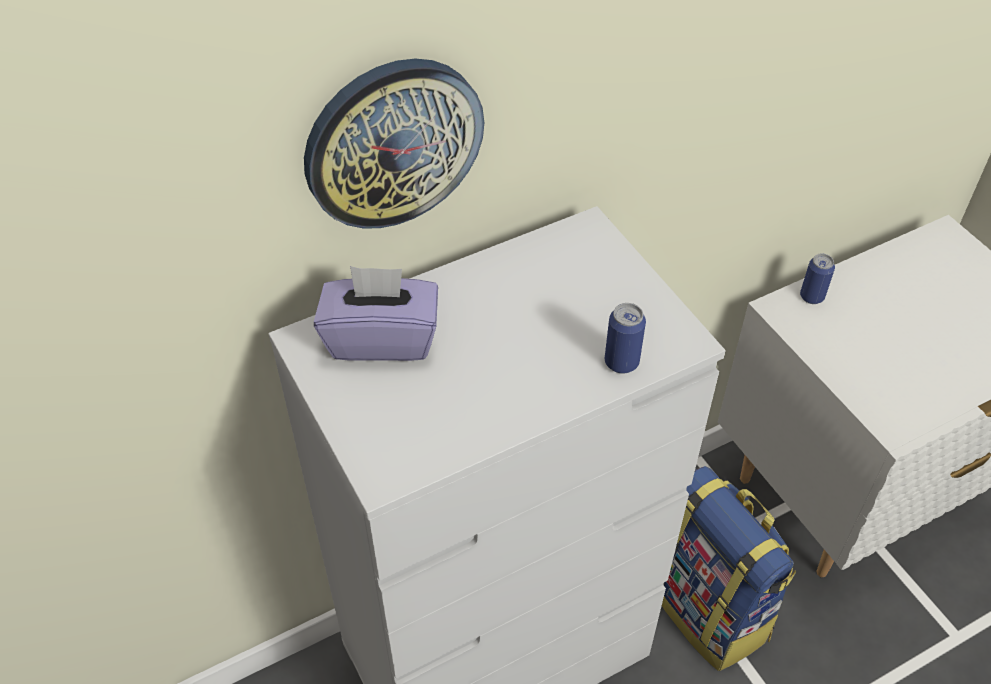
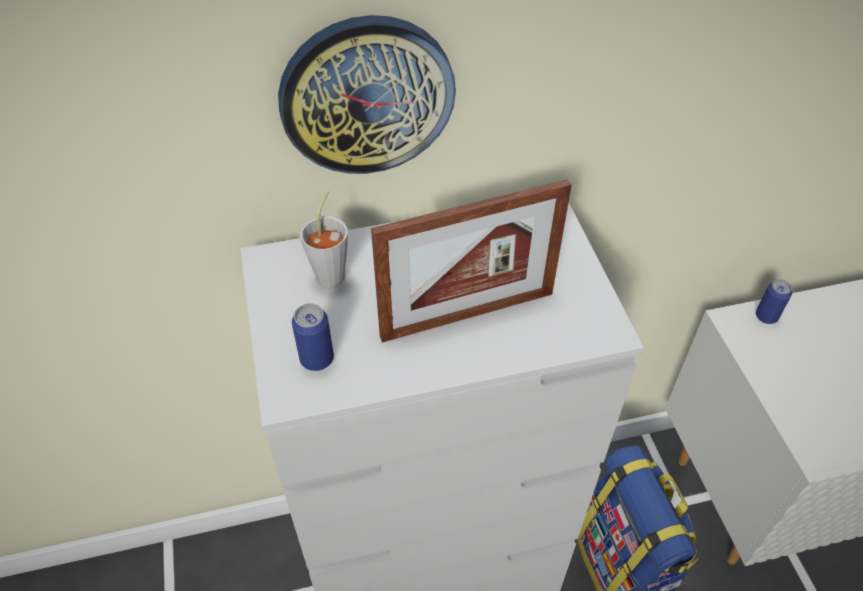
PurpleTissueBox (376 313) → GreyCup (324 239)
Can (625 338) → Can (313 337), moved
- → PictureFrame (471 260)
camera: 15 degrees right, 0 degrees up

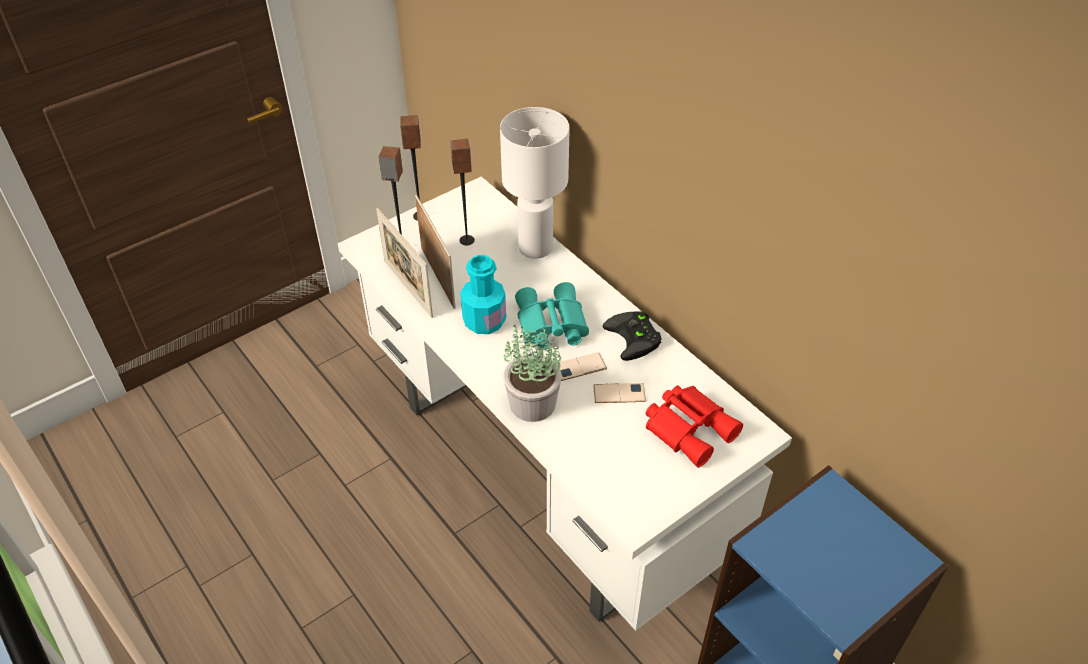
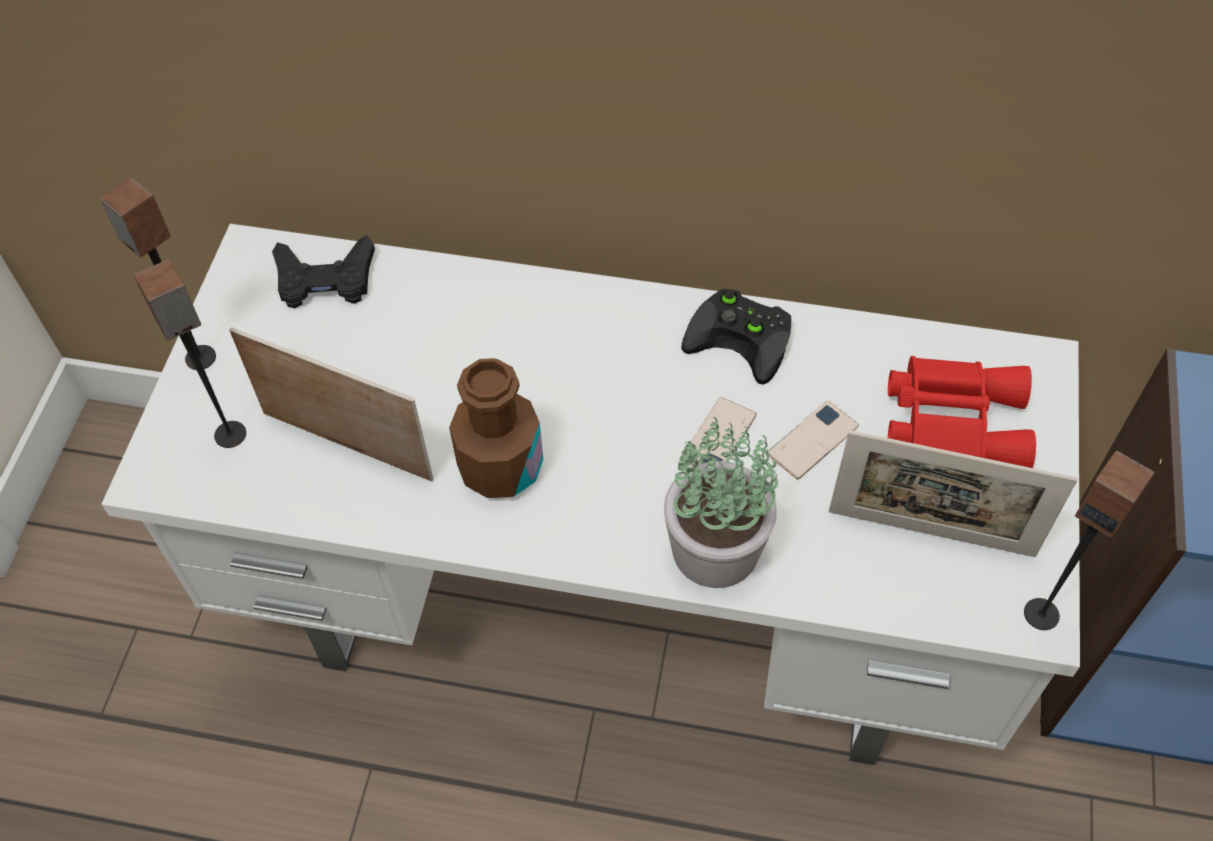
WhiteTableLamp (535 183) → -
Speaker (462 192) → Speaker (1089 540), moved
PictureFrame (404 263) → PictureFrame (953 493), moved
TurquoiseBottle (483 294) → BrownBottle (496 428)
TurquoiseBinoculars (552 315) → -
- → BlackGameController (323 271)
camera: 40 degrees left, 10 degrees up

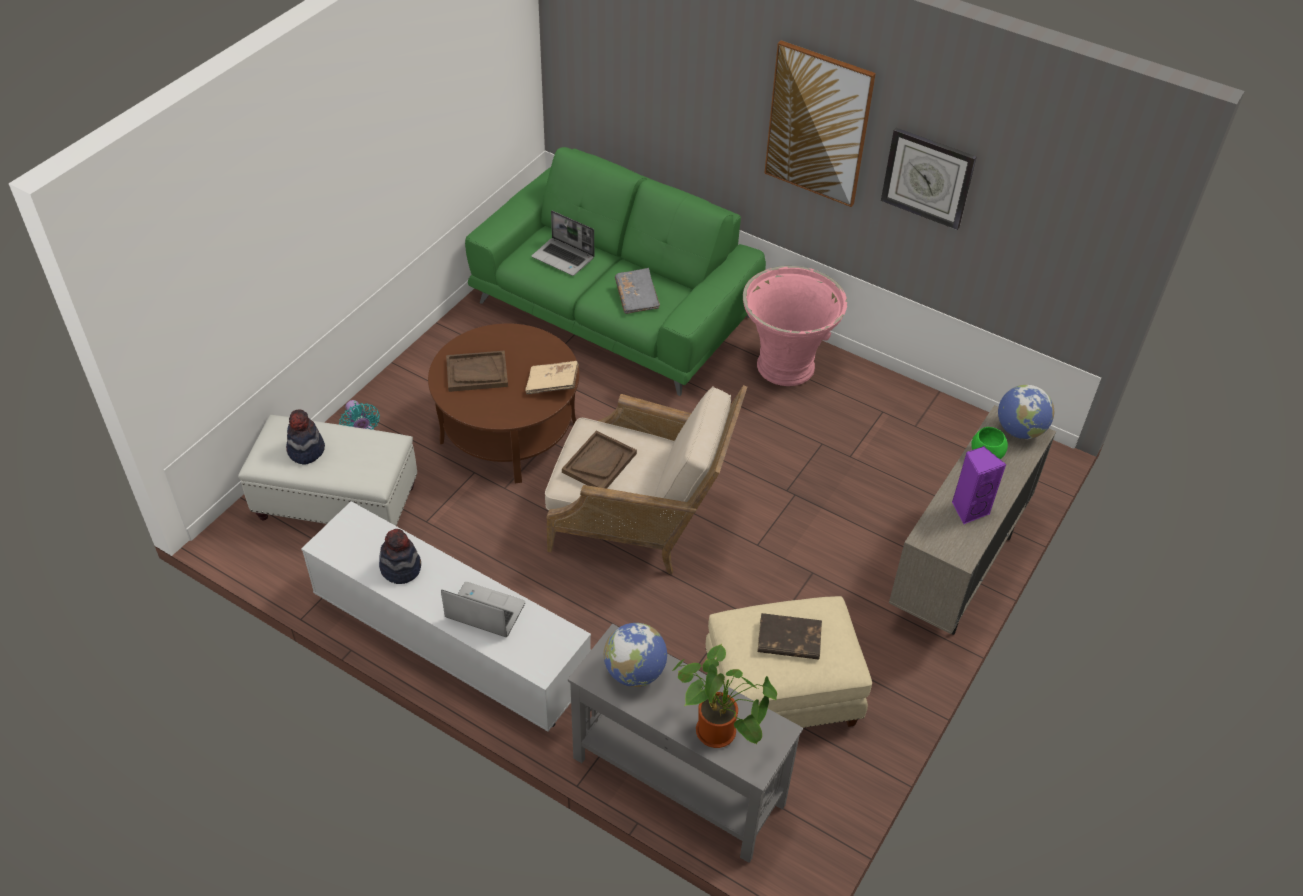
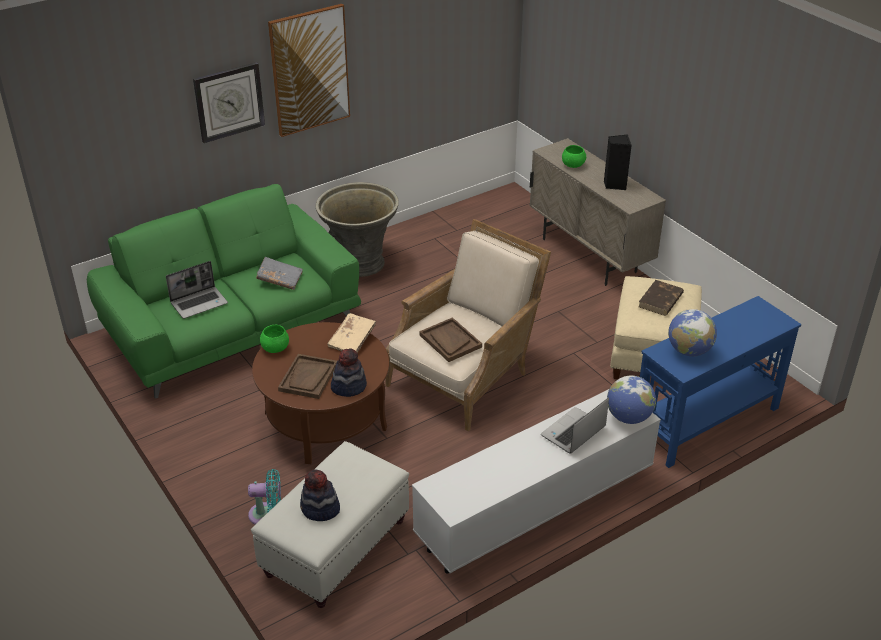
WallClock (928 179) → WallClock (229 102), moved
PinkPlanter (795 326) → GreyPlanter (357 229)
Globe (1026 412) → Globe (631 399), moved
PurpleSpeaker (979 485) → BlackSpeaker (618 162)
Hat (400 556) → Hat (349 372), moved
GreyConsoleTable (685 743) → BlueConsoleTable (720 382)
PottedPlant (724 696) → -
- → GreenBowl (274 339)
camera: 65 degrees left, 10 degrees down

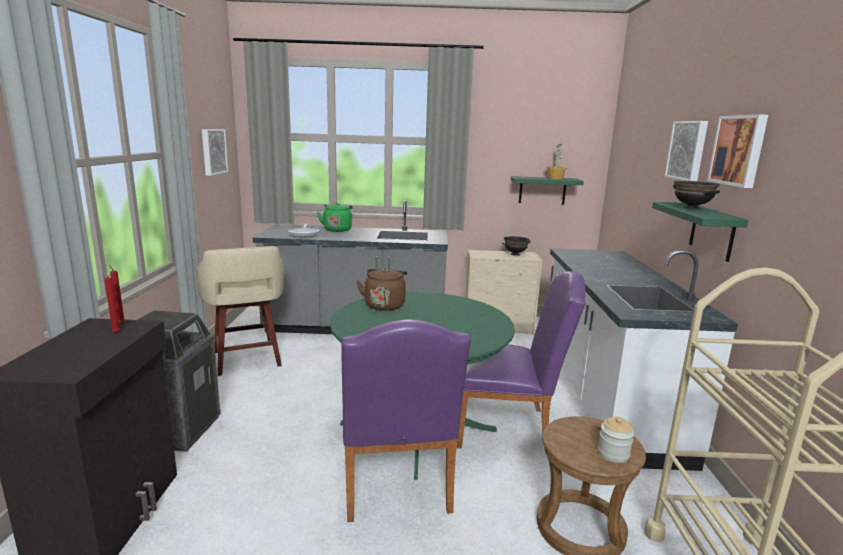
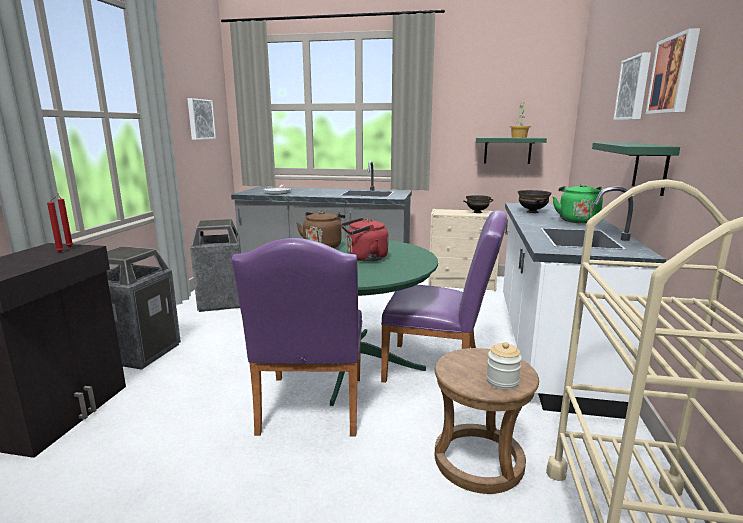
BlackBowl (696 195) → BlackBowl (535 201), moved
GreenKettle (335 217) → GreenKettle (578 204), moved
BeigeStool (240 311) → TrashCan (215 265)
- → RedKettle (364 240)
camera: 10 degrees right, 0 degrees up

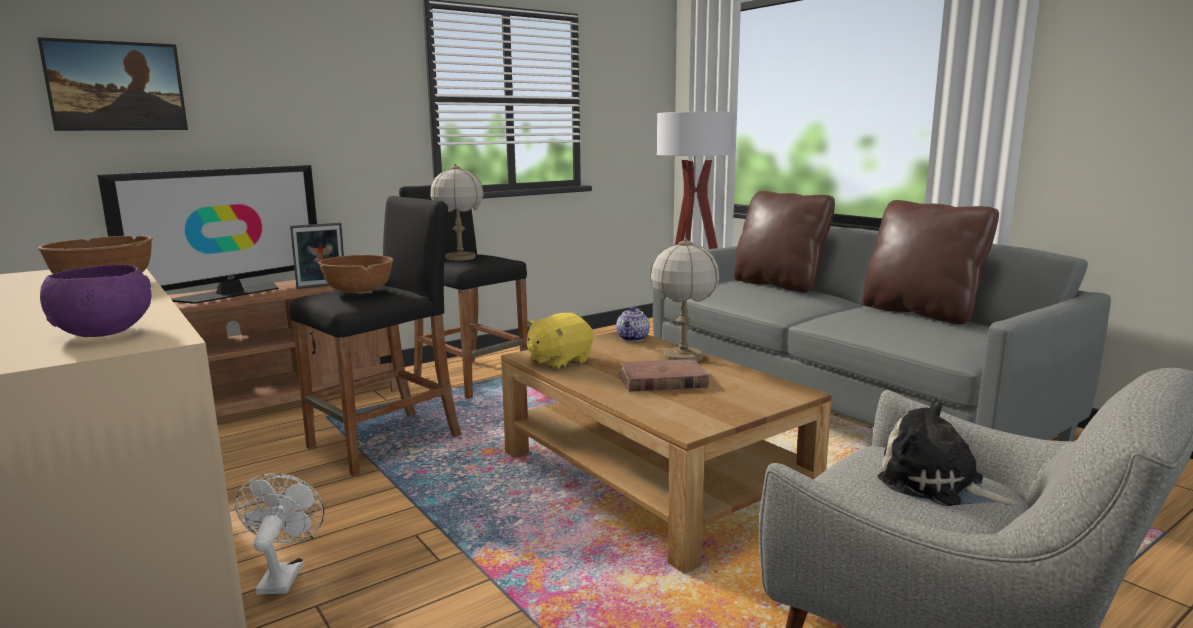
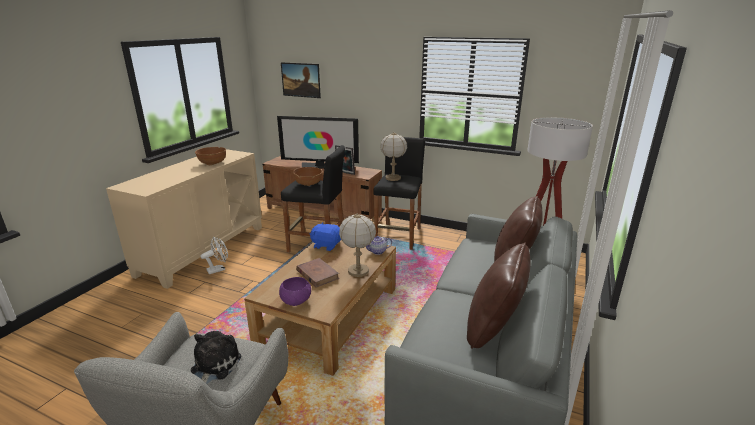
PurpleBowl (95 301) → PurpleBowl (295 291), moved
YellowPlushToy (560 341) → BluePlushToy (325 236)
camera: 60 degrees right, 10 degrees up

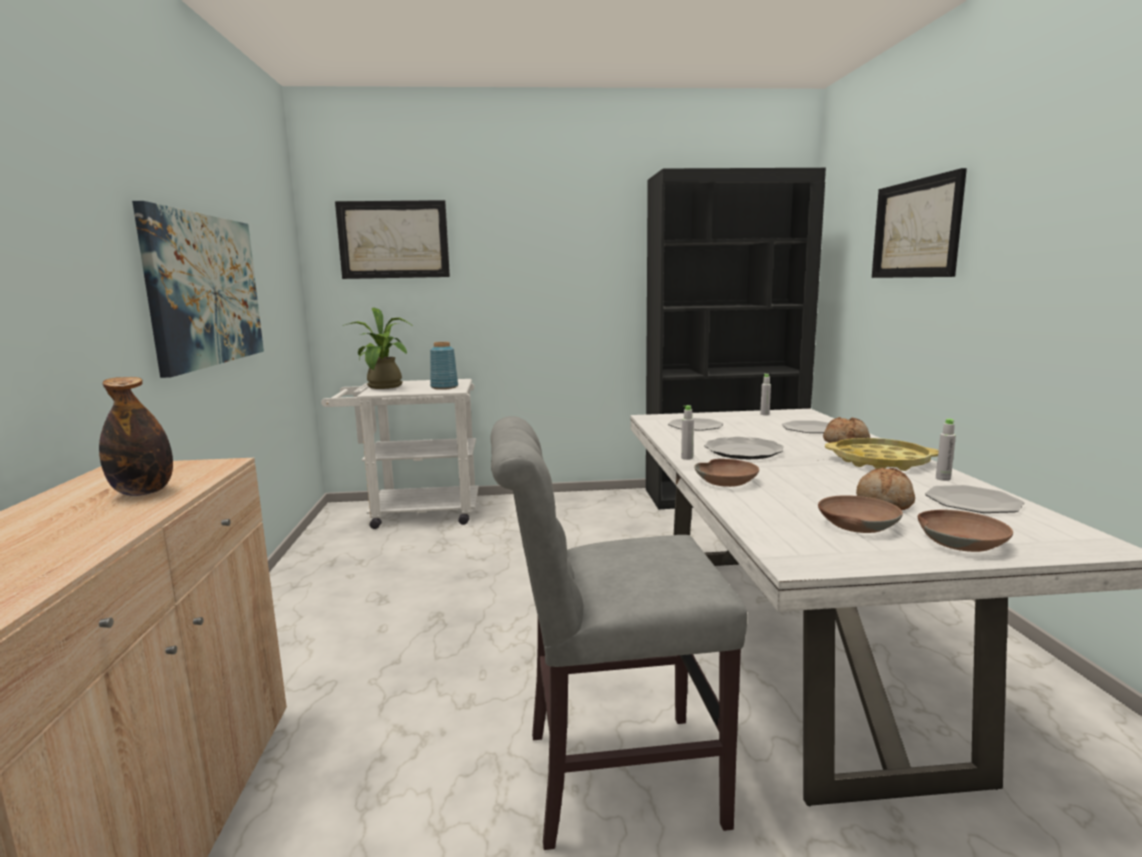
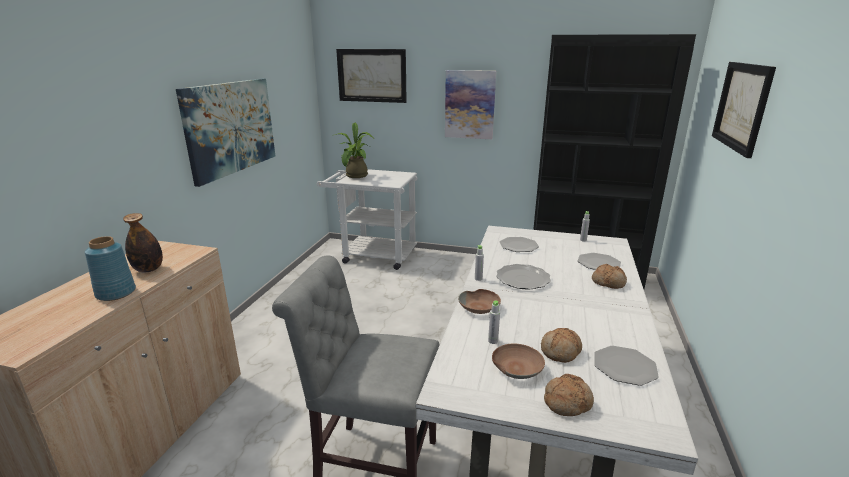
BlueVase (444 365) → BlueVase (110 268), moved
GreyBottle (946 450) → GreyBottle (494 322), moved
YellowTray (882 454) → -
BrownBowl (965 531) → Bread (569 395)
- → Picture (470 104)
camera: 20 degrees right, 10 degrees up

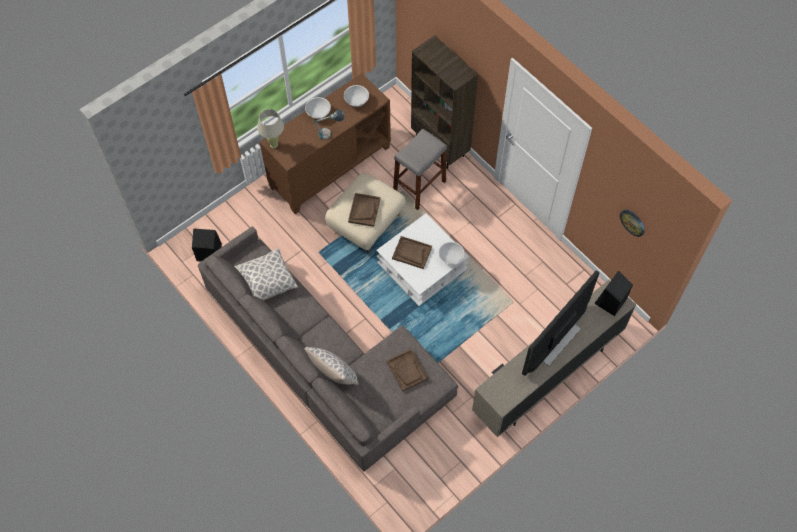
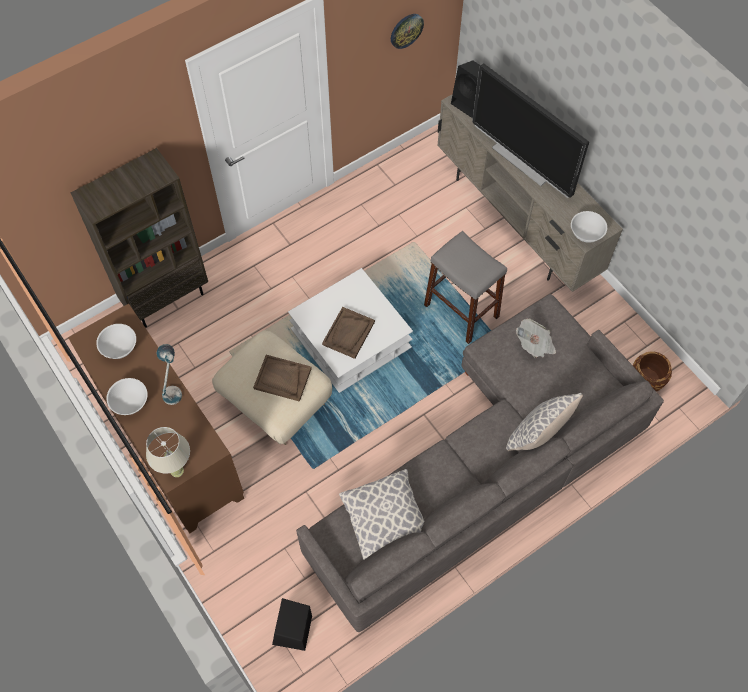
GreyStool (420 169) → GreyStool (465 287), moved
WhiteBowl (451 253) → WhiteBowl (589 227), moved
BrownTray (407 370) → Newspaper (536 338)
- → BrownPlanter (652 372)
camera: 85 degrees left, 0 degrees up

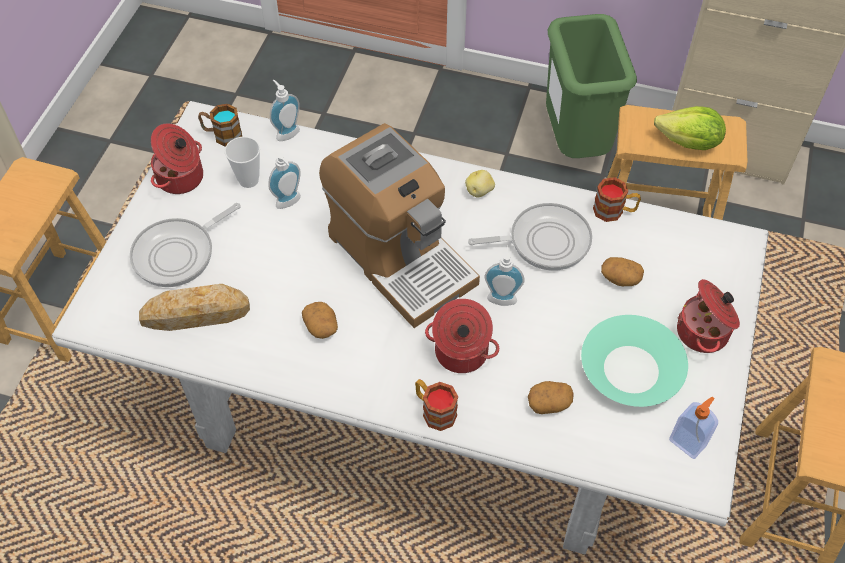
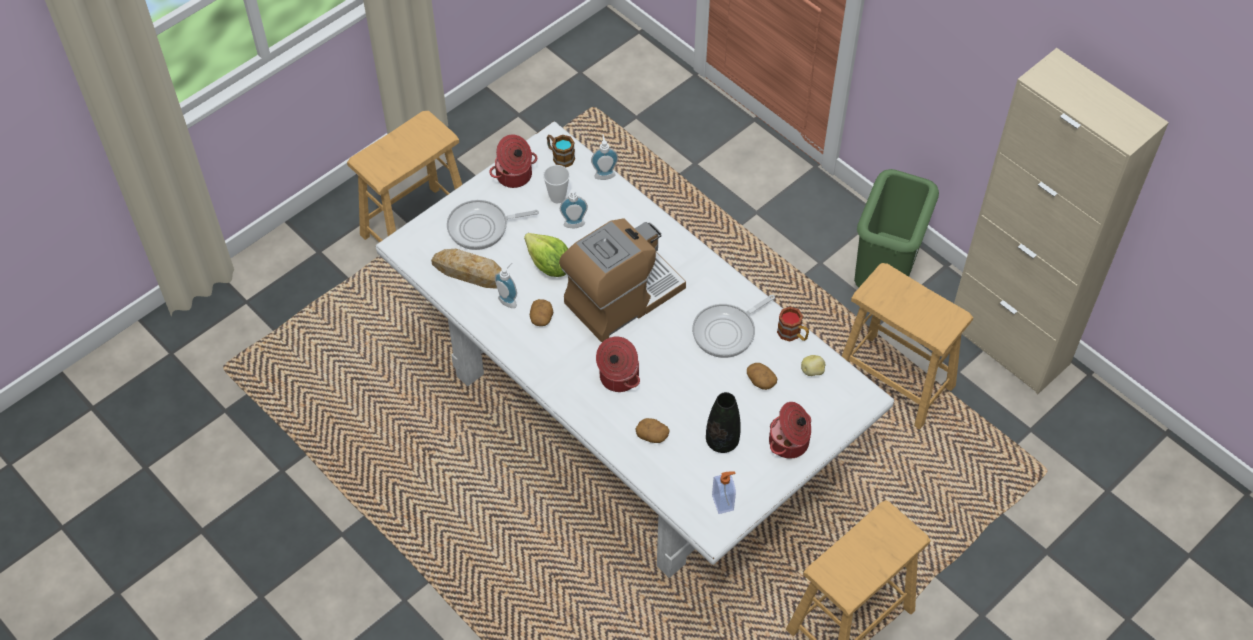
Lettuce (690 128) → Lettuce (546 255), moved
CoffeeMachine (399 225) → CoffeeMachine (622 280), 120 degrees counterclockwise
Potato (480 183) → Potato (813 365), moved
FryingPan (530 237) → FryingPan (733 326), 120 degrees clockwise
SoapDispenser (505 275) → SoapDispenser (506 285), moved
TurquoiseBowl (634 361) → BlackVase (723 422)
Mug (436 405) → -
camera: 30 degrees right, 0 degrees up

